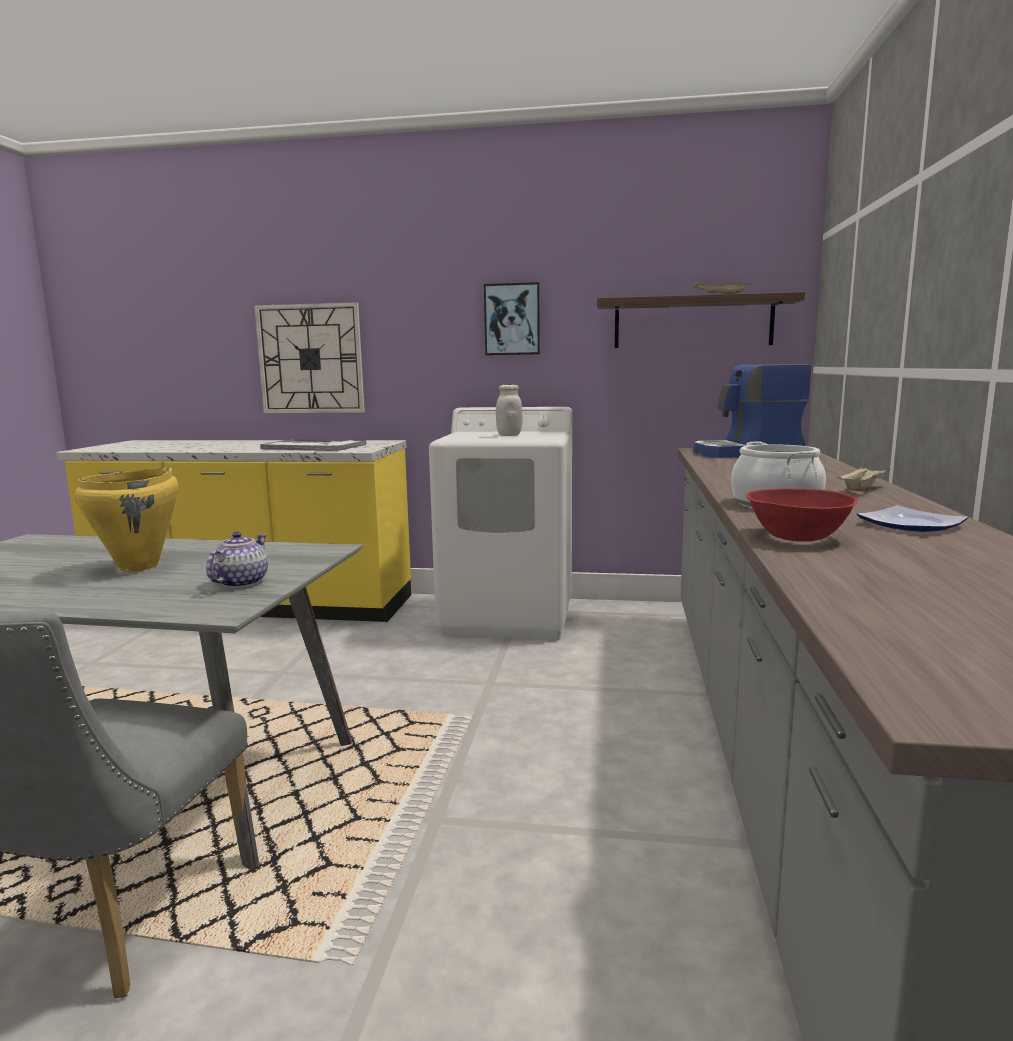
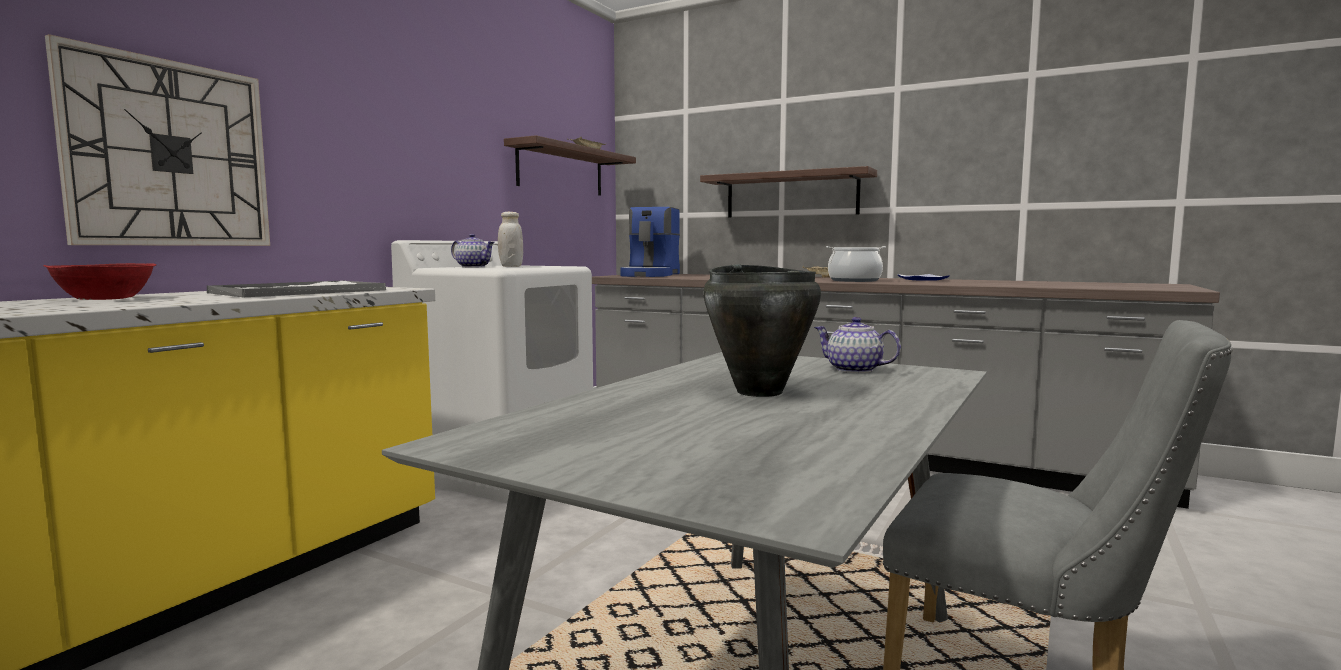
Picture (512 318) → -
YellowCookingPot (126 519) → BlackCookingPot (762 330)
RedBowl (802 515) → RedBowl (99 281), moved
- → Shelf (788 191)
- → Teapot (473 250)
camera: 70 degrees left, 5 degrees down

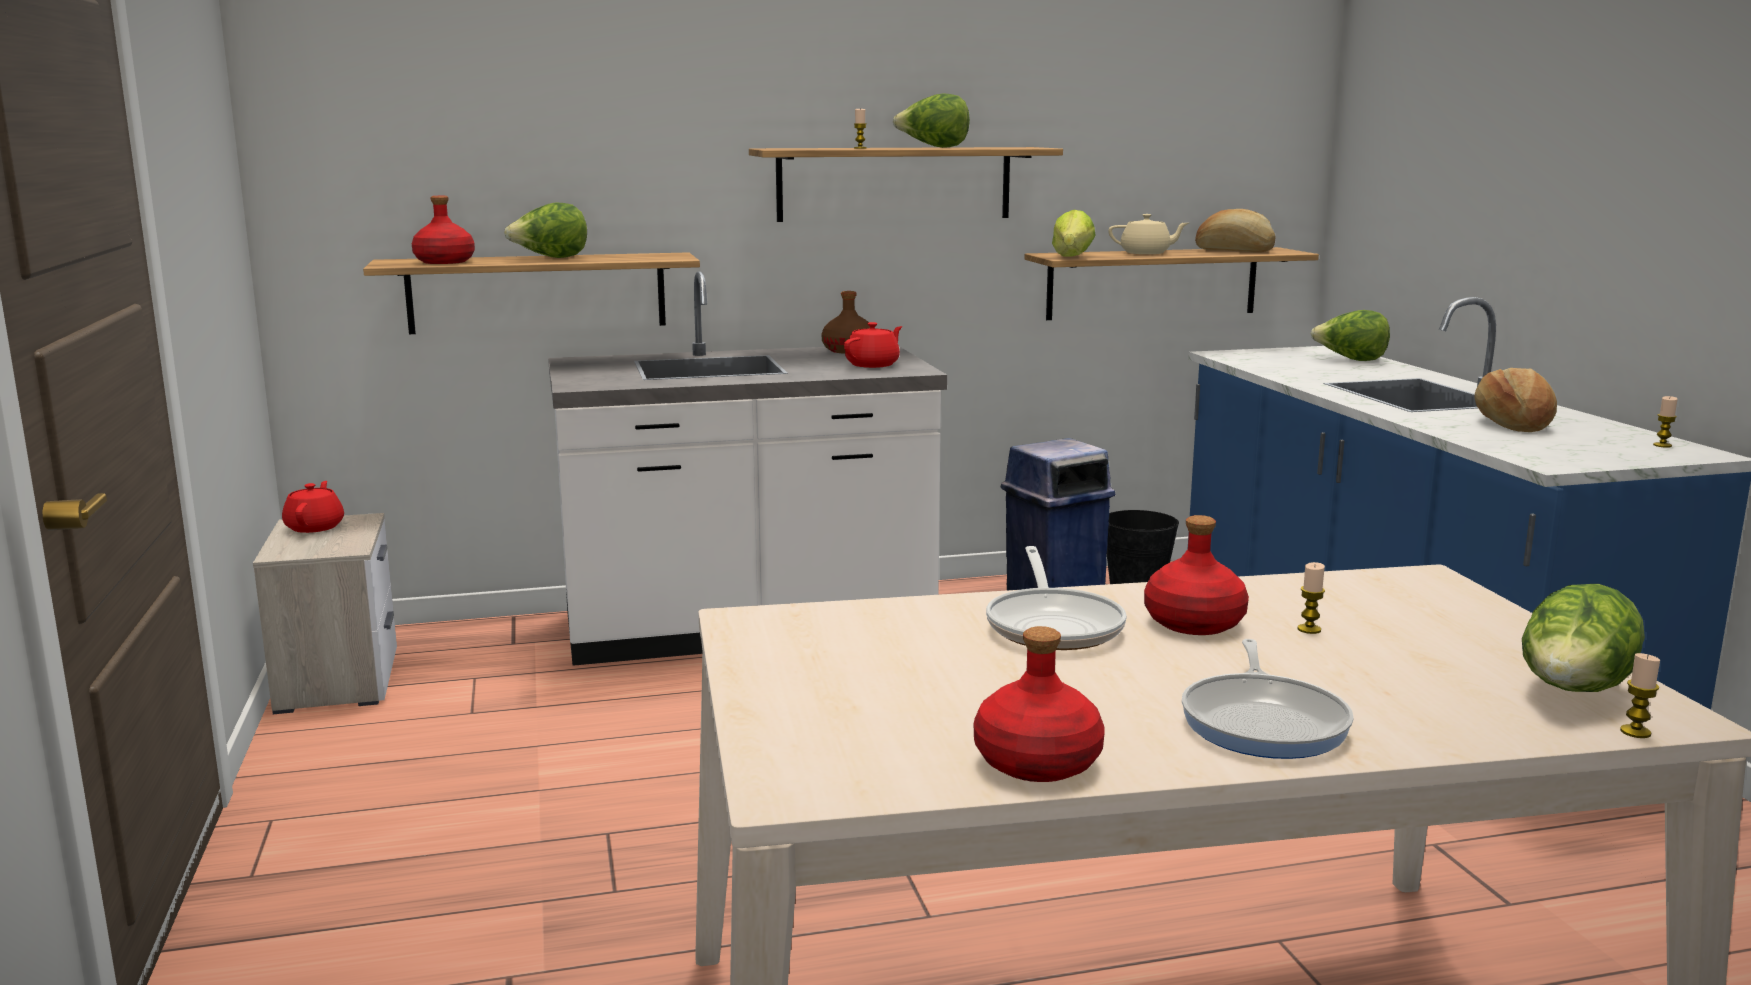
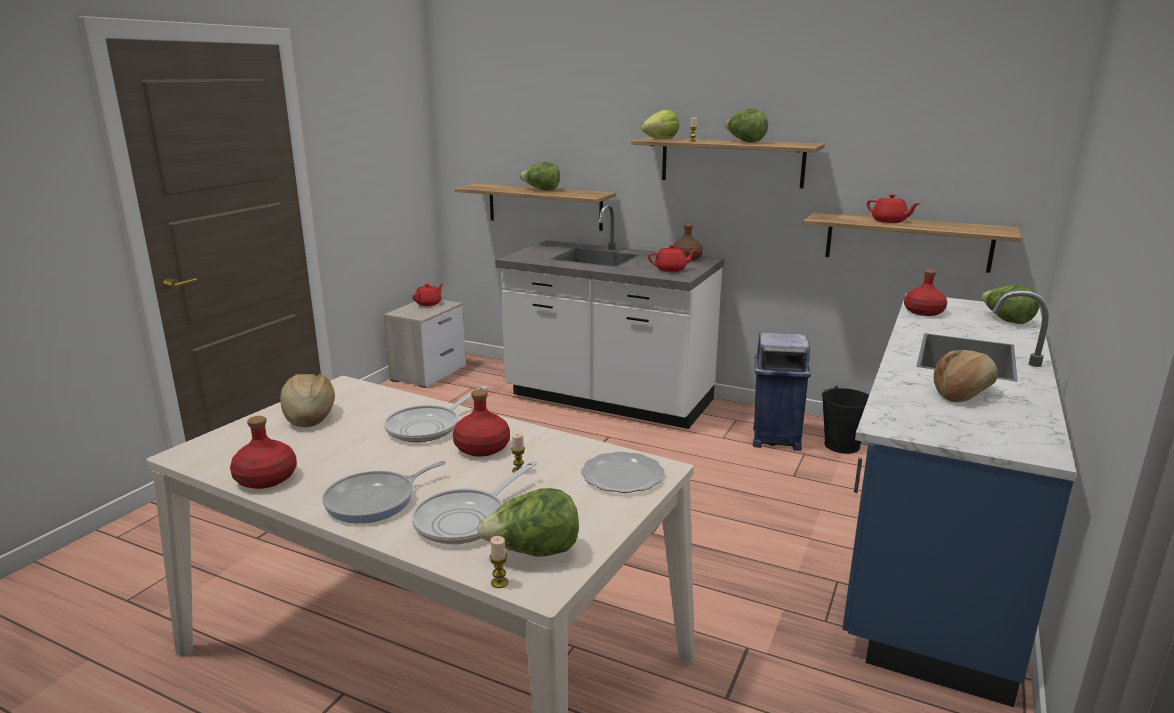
RedBottle (443 230) → RedBottle (925 292), moved
Bread (1235 231) → Bread (307 400), moved
Lettuce (1074 233) → Lettuce (660 124), moved
BeigeTeapot (1148 234) → RedTeapot (893 208)
Candle (1665 422) → -
- → Plate (623 472)
- → FryingPan (474 502)
camera: 40 degrees right, 5 degrees up

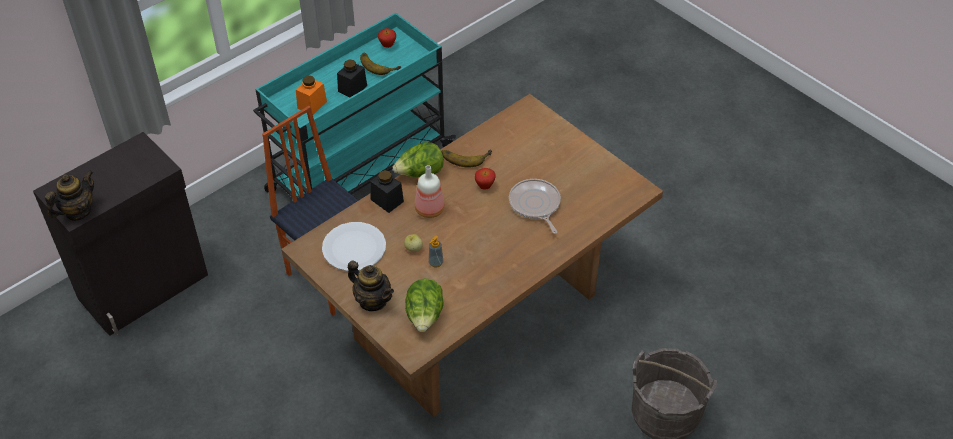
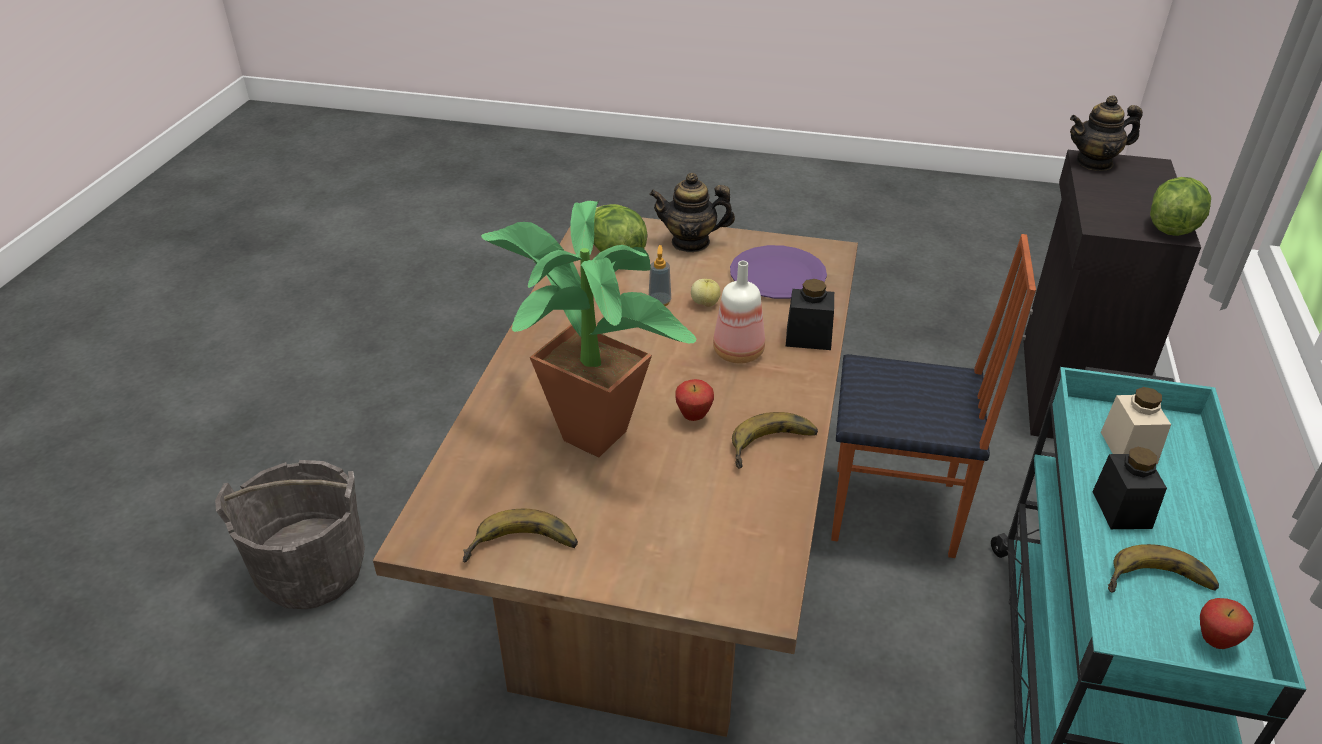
OrangeJar (311 95) → BeigeJar (1136 425)
Lettuce (418 159) → Lettuce (1180 206), moved
Teapot (69 195) → Teapot (1106 133), 75 degrees clockwise
FryingPan (535 206) → PottedPlant (588 329)
WhitePlate (354 246) → PurplePlate (778 272)
- → Banana (520 535)
camera: 145 degrees right, 10 degrees down

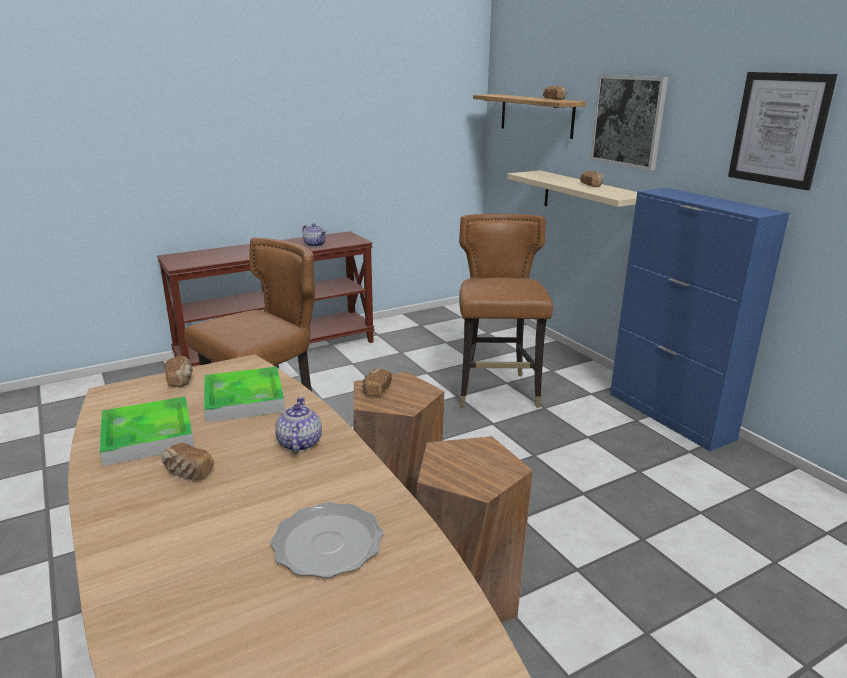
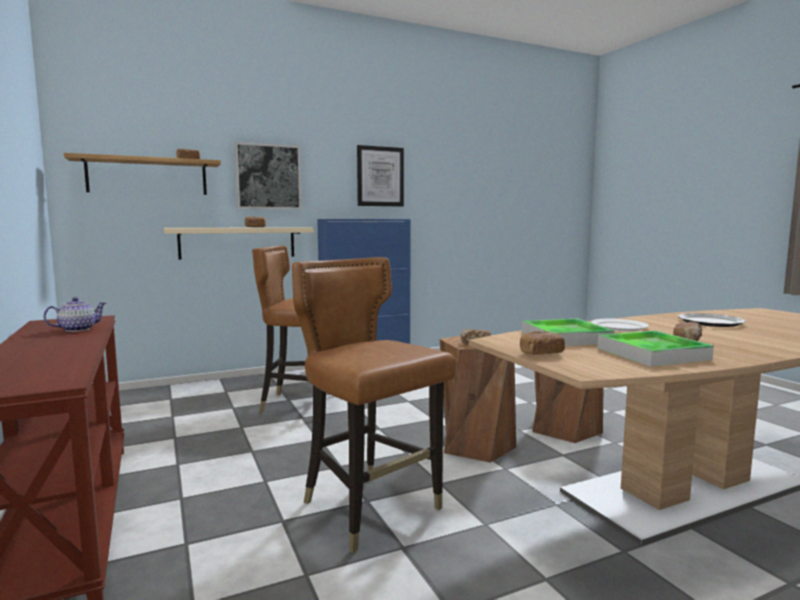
Teapot (298 425) → WhitePlate (620 325)
camera: 85 degrees left, 15 degrees down

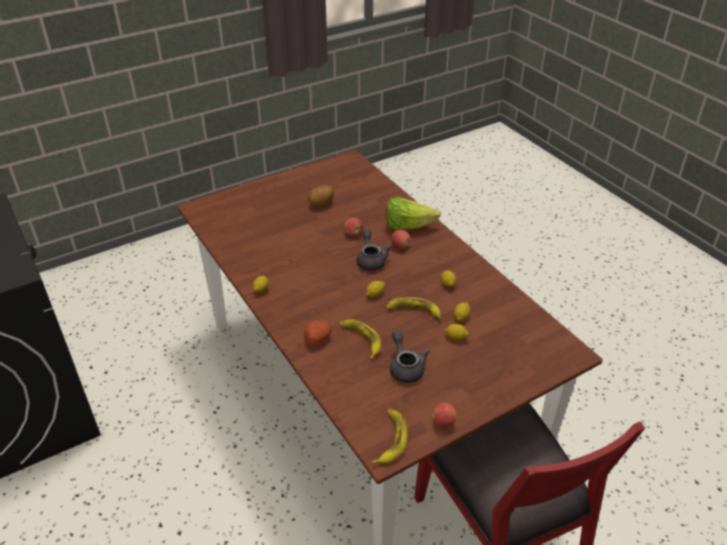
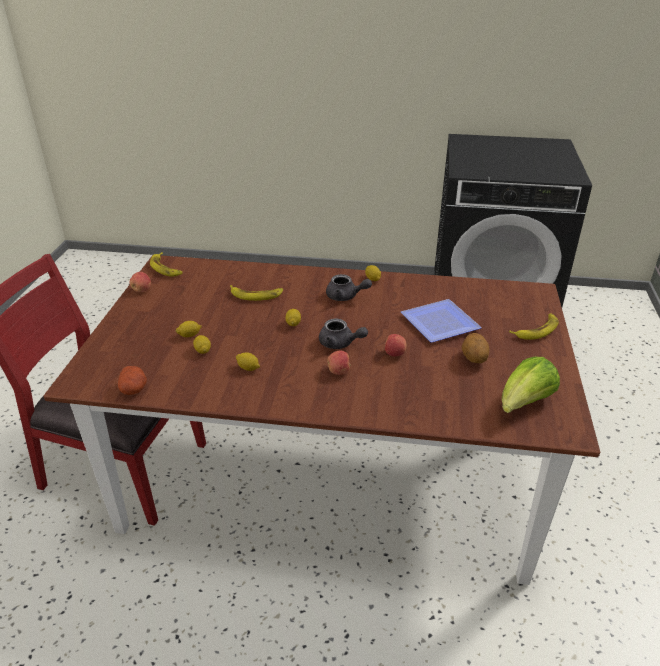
Lettuce (413 214) → Lettuce (531 385), moved
Banana (413 308) → Banana (534 326), moved
Potato (317 333) → Potato (132 380), moved
GreyTeapot (410 357) → GreyTeapot (349 287), moved
- → Plate (441 321)
camera: 130 degrees right, 5 degrees down

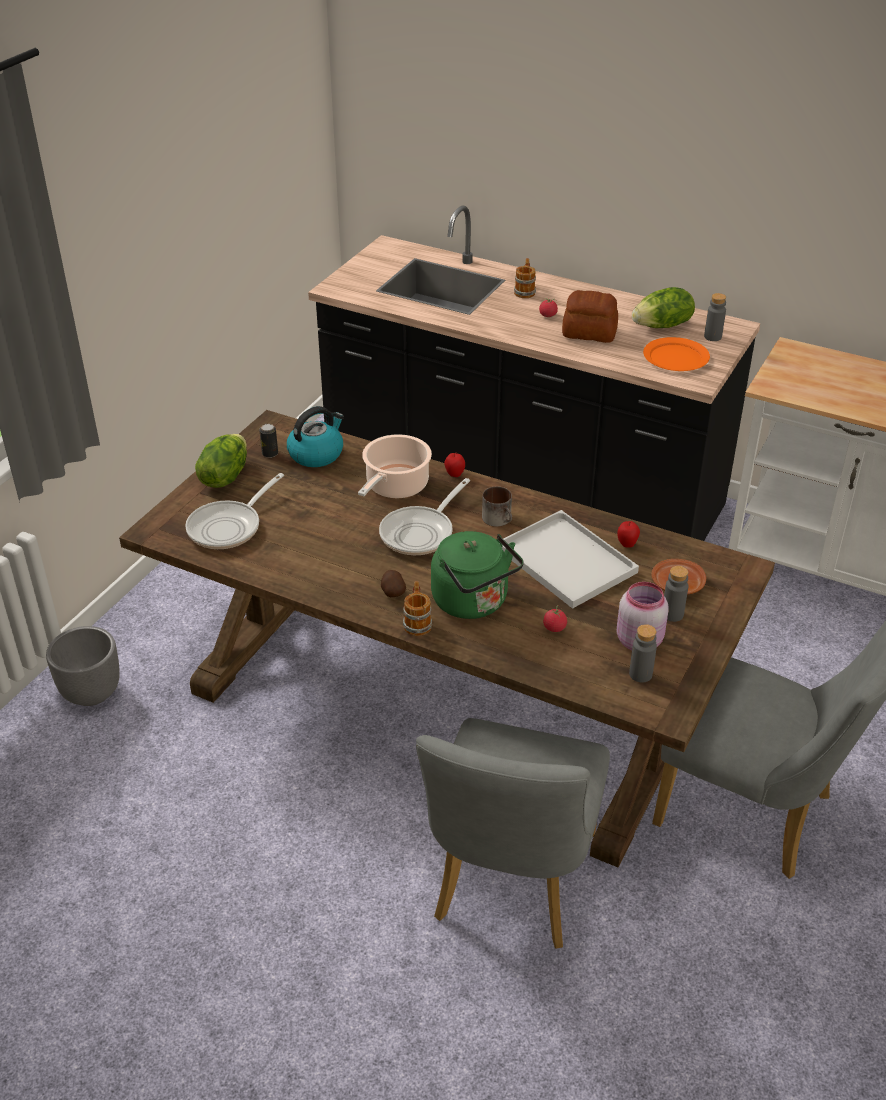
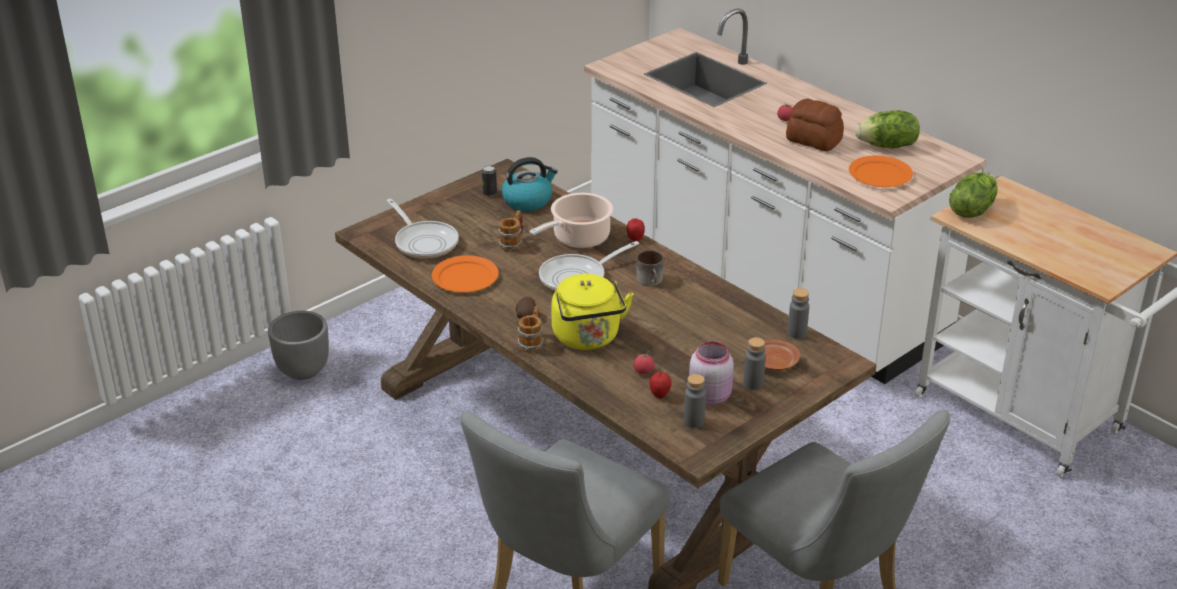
BlackCounter (534 373) → WhiteCounter (785 196)
Mug (525 278) → Mug (510 231), moved
GreyBottle (715 317) → GreyBottle (798 313), moved
Lettuce (221 461) → Lettuce (973 195), moved
FryingPan (234 511) → FryingPan (423 229), 90 degrees counterclockwise
WhiteTray (569 559) → -
Apple (628 534) → Apple (661 385), moved
GreenKettle (477 575) → YellowKettle (592 312)
- → OrangePlate (465 273)
camera: 20 degrees right, 5 degrees down

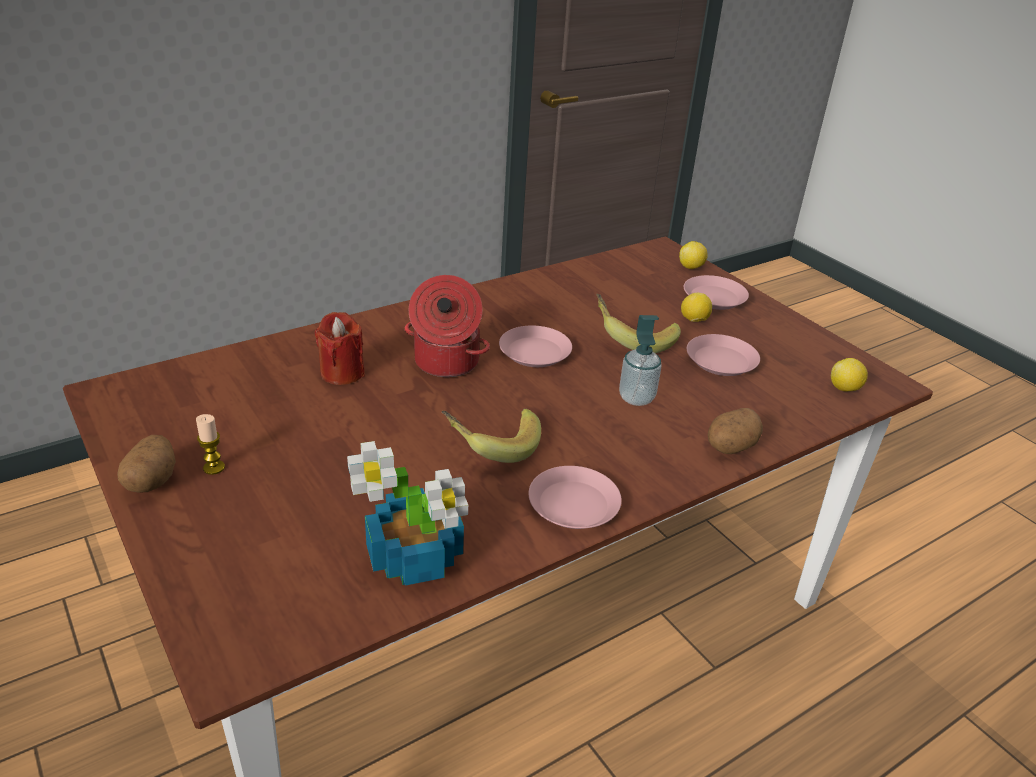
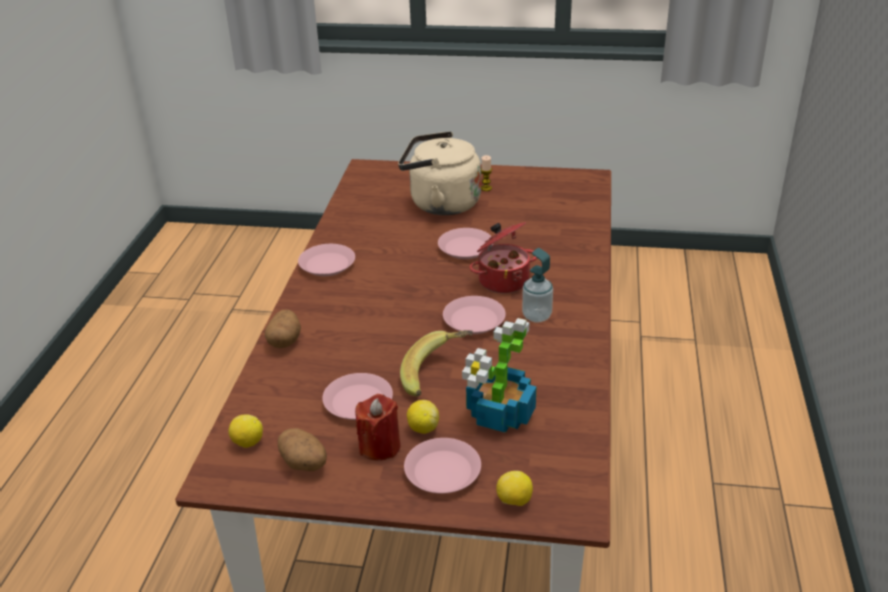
RedCandle (340 348) → RedCandle (377 427), moved
SoapDispenser (640 360) → SoapDispenser (537 285), moved
Banana (491 436) → -
Potato (146 464) → Potato (302 449), moved
PottedPlant (407 513) → PottedPlant (499 375), moved
- → BeigeKettle (439 173)
- → PinkPlate (465 243)
camera: 135 degrees right, 0 degrees up

